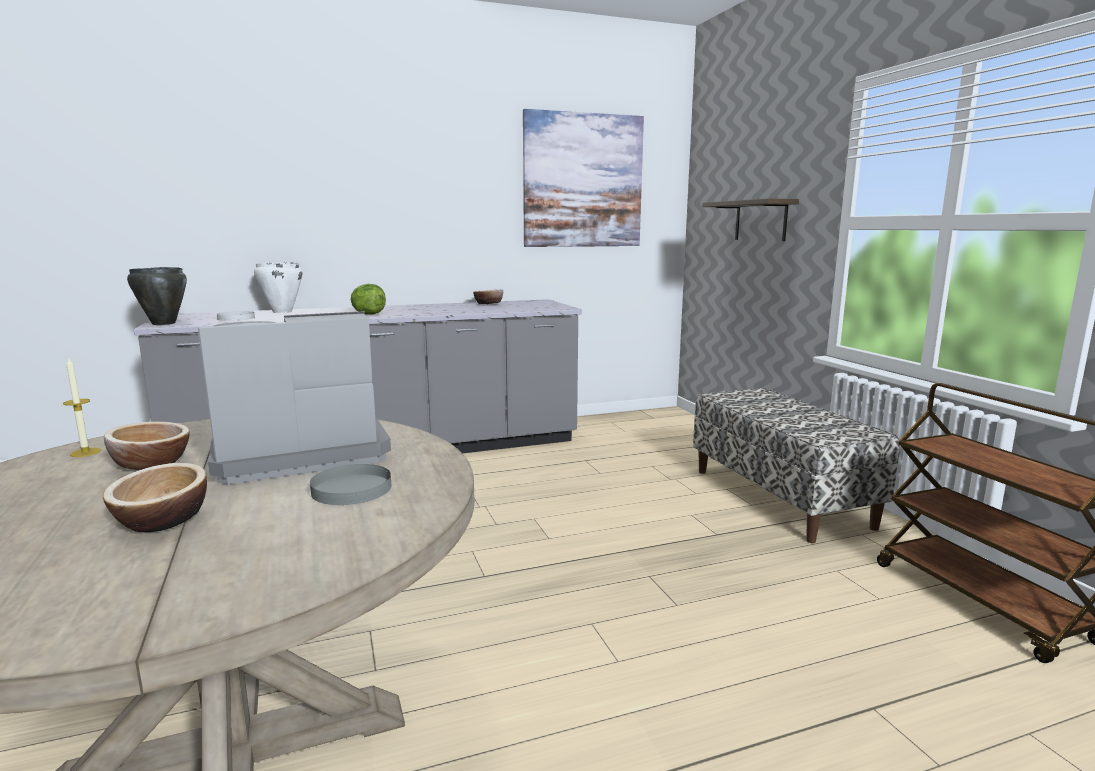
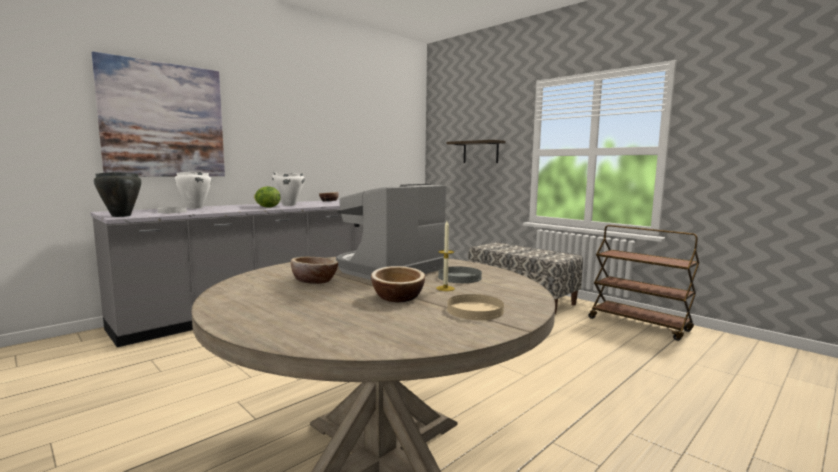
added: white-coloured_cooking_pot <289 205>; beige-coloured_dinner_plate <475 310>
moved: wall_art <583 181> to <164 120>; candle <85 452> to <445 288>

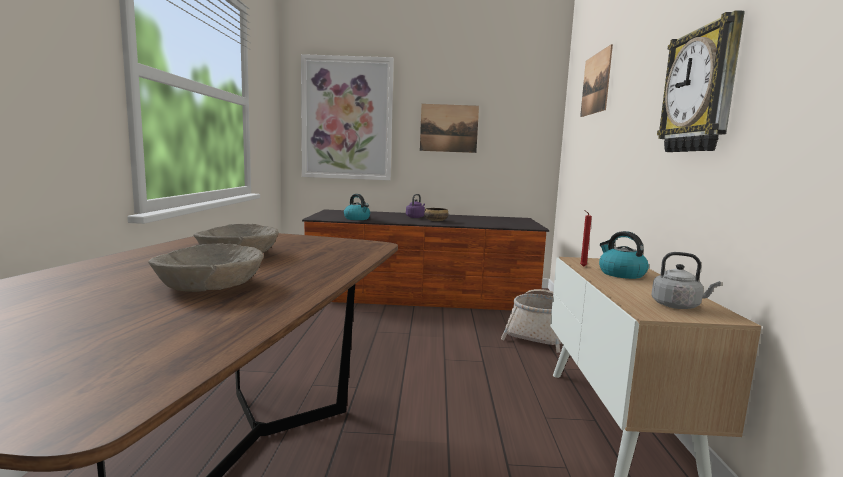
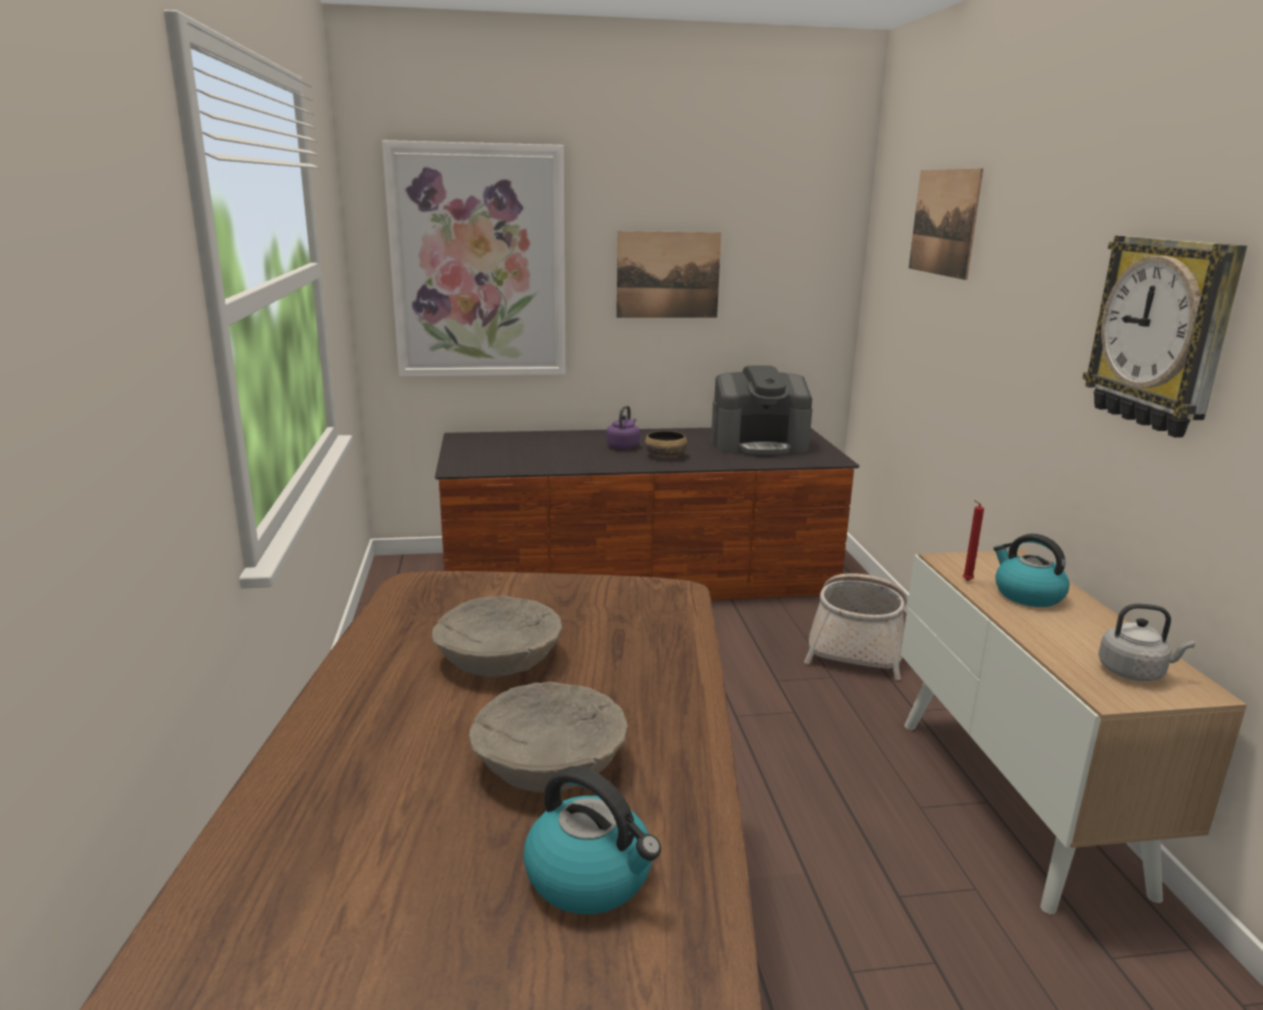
added: coffee_brewer <759 444>
moved: tea_kettle <357 219> to <591 877>

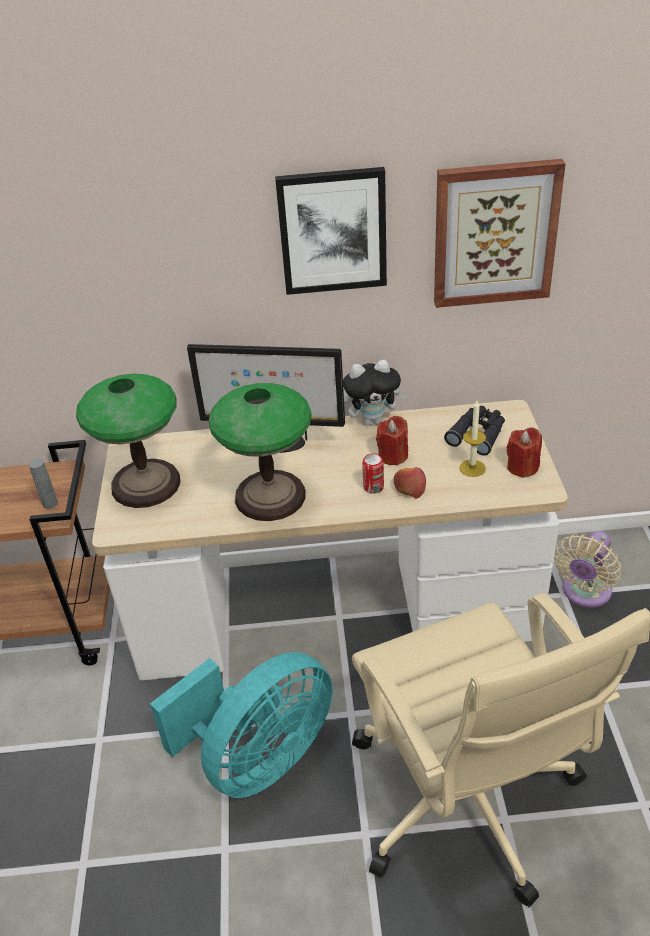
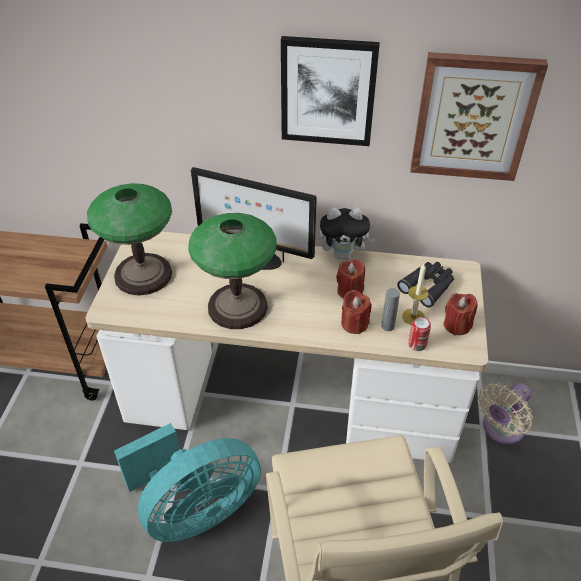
moved: greyish_drink_bottle <50 503> to <387 326>; sealed_can <373 487> to <417 344>
replaced: apple_fruit <409 488> to red_candle <354 324>

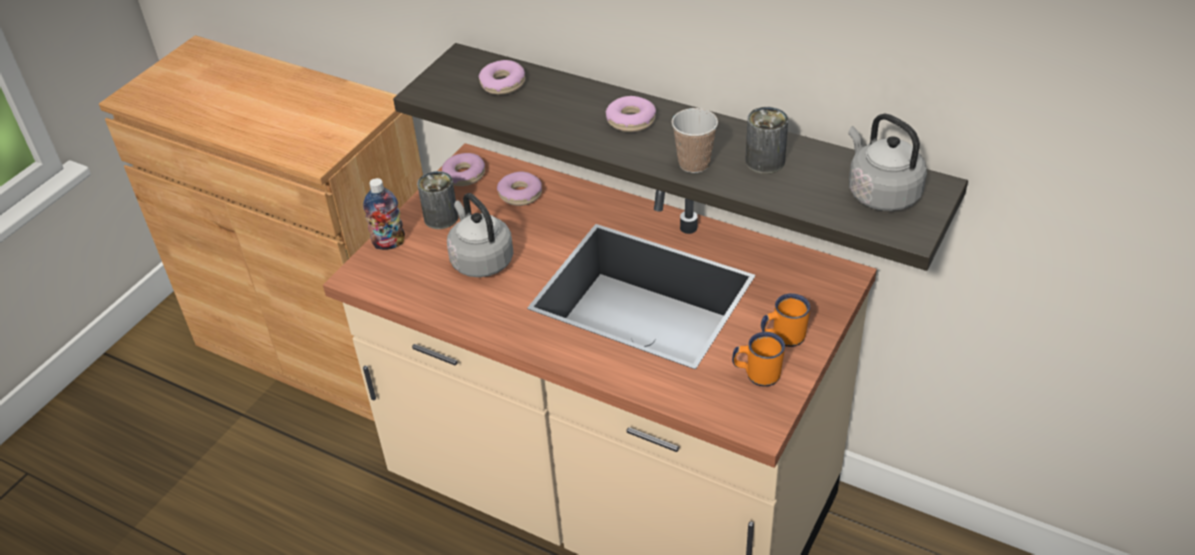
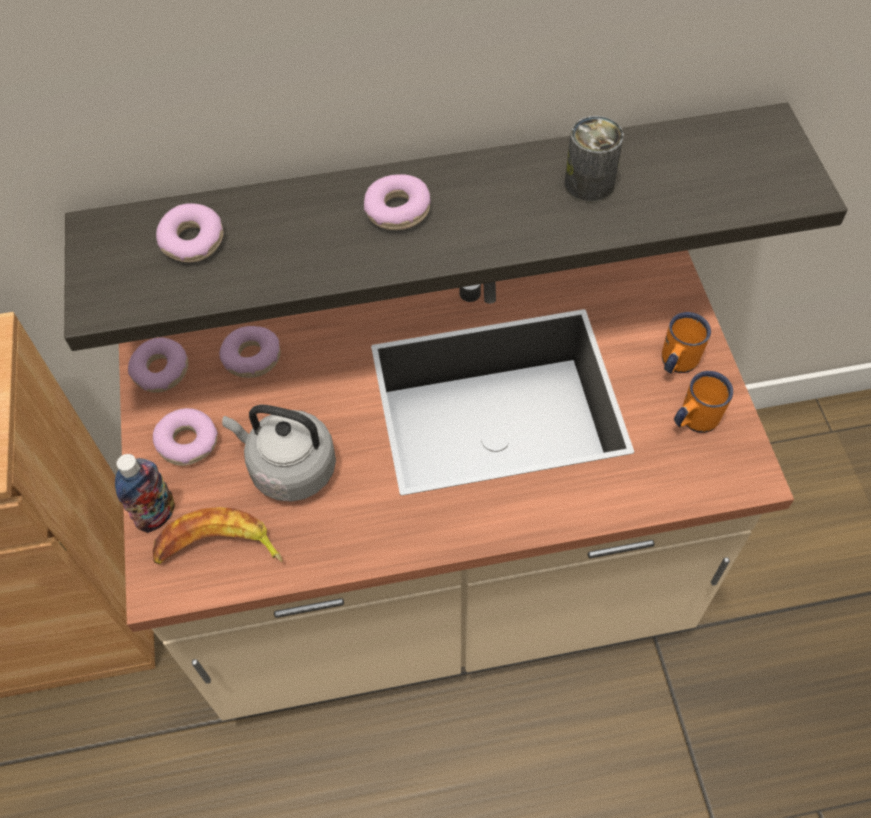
removed: cup <694 164>; greyish_tea_kettle <880 193>
added: banana <218 549>
replaced: sealed_can <441 218> to ring_doughnut <188 442>

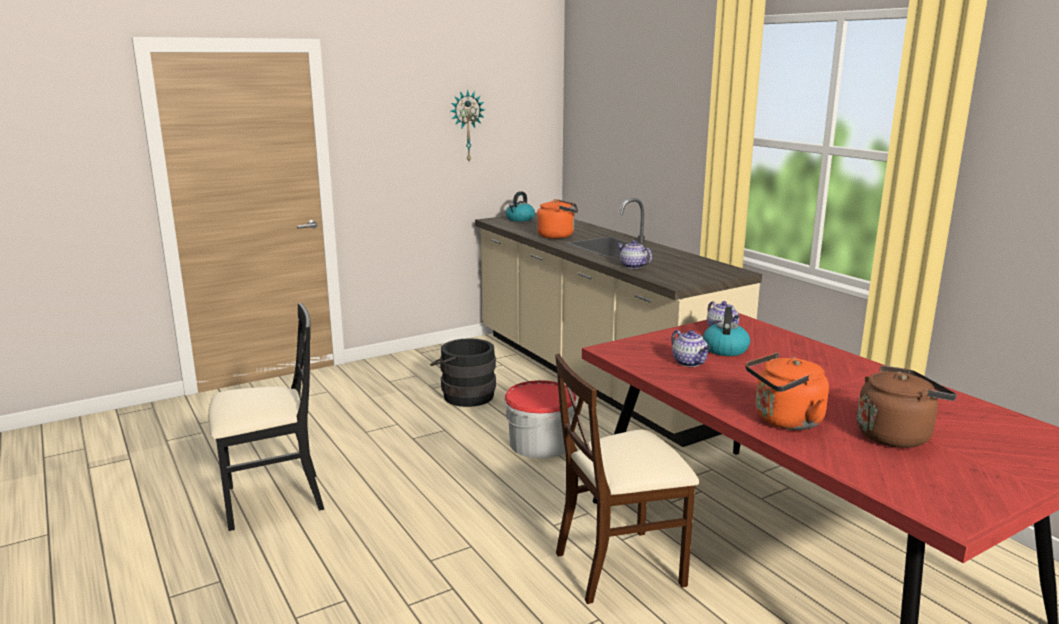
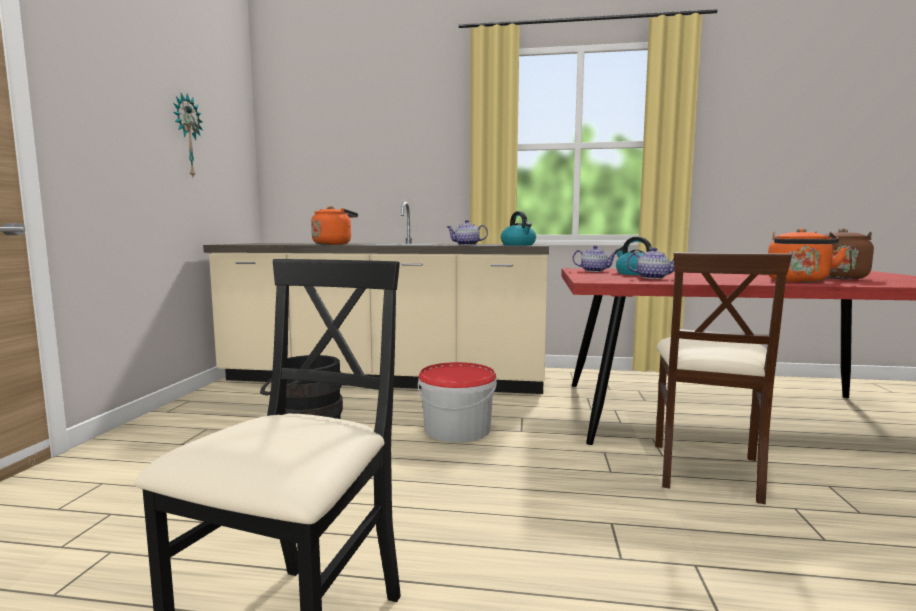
moved: tea_kettle <520 219> to <518 245>

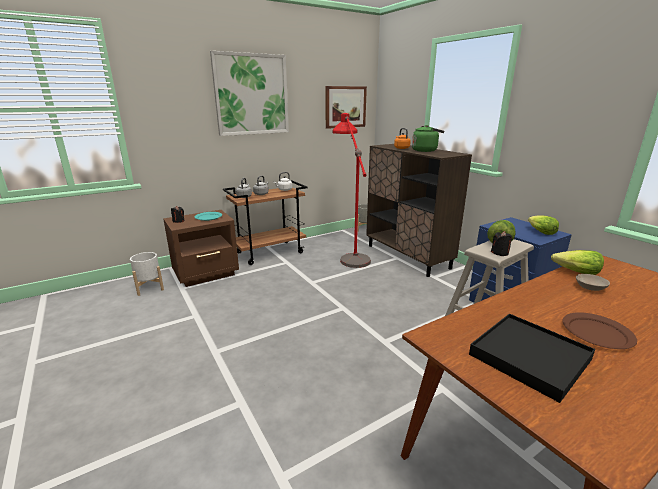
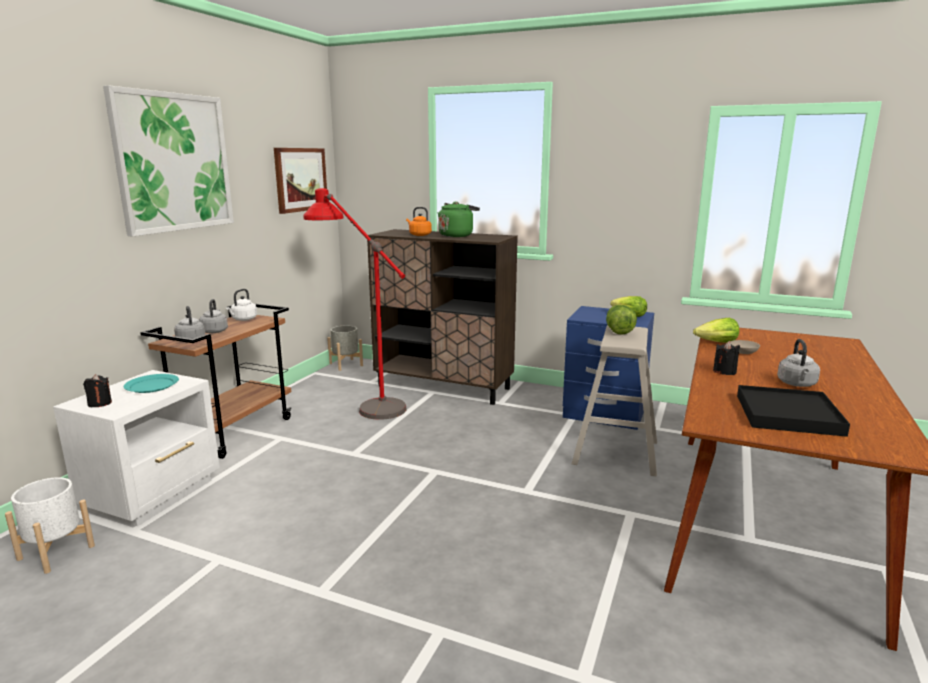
moved: black_candle <500 253> to <724 371>
replaced: brown-coloured_dinner_plate <597 333> to greyish_tea_kettle <797 384>
recoloured: brown-coloured_nightstand <207 274> to white-coloured_nightstand <155 494>

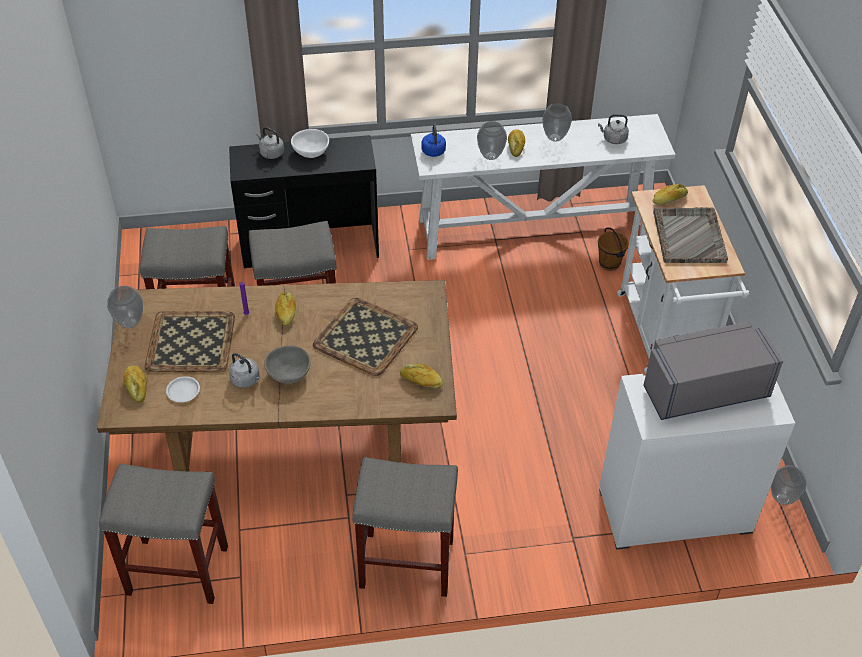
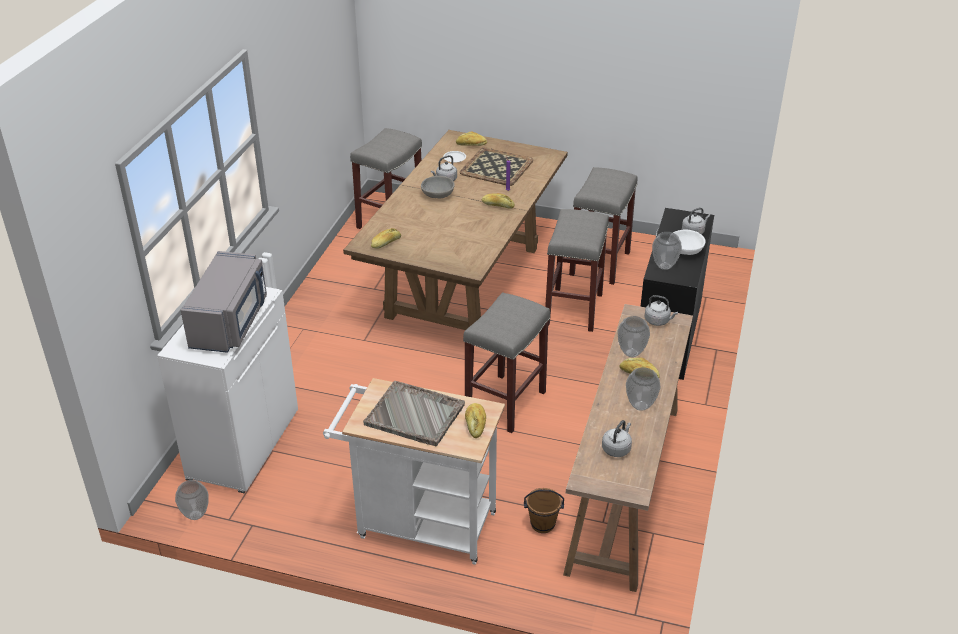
removed: tray <365 336>
moved: greyish_stool <405 564> to <505 402>; flower_vase <130 323> to <664 266>
recoloured: white-coloured_console_table <534 229> to brown-coloured_console_table <624 487>; blue-coloured_tea_kettle <433 150> to greyish_tea_kettle <658 321>

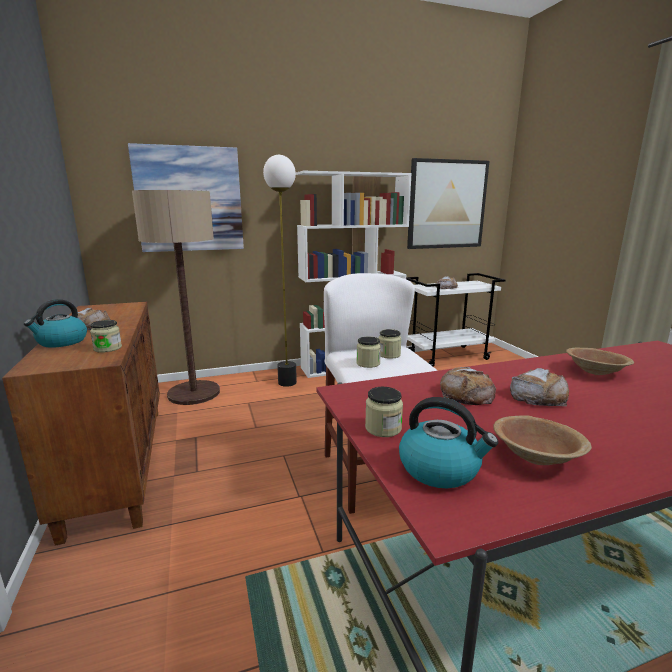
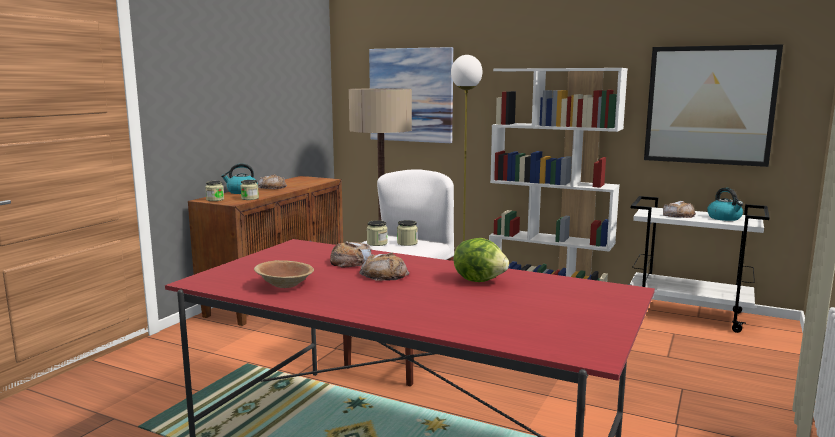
moved: jar <383 428> to <215 199>; tea_kettle <440 469> to <725 218>
replaced: brown-coloured_serving_bowl <595 371> to lettuce_head <479 280>

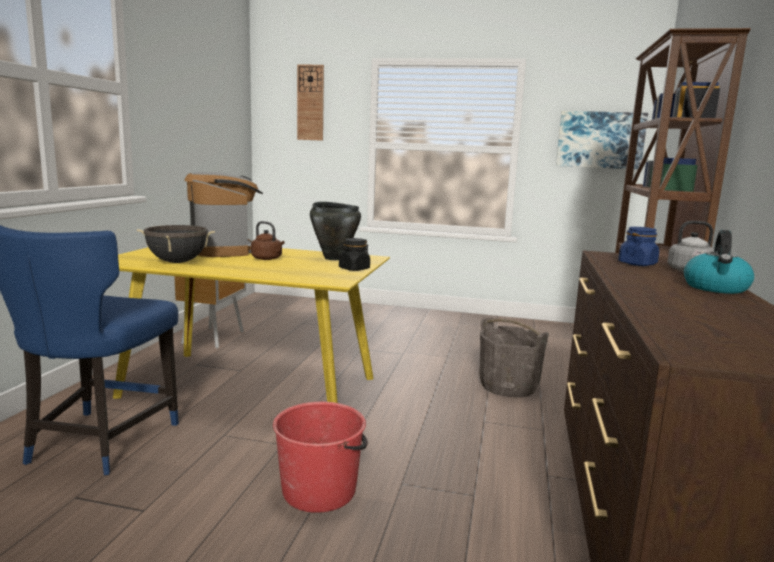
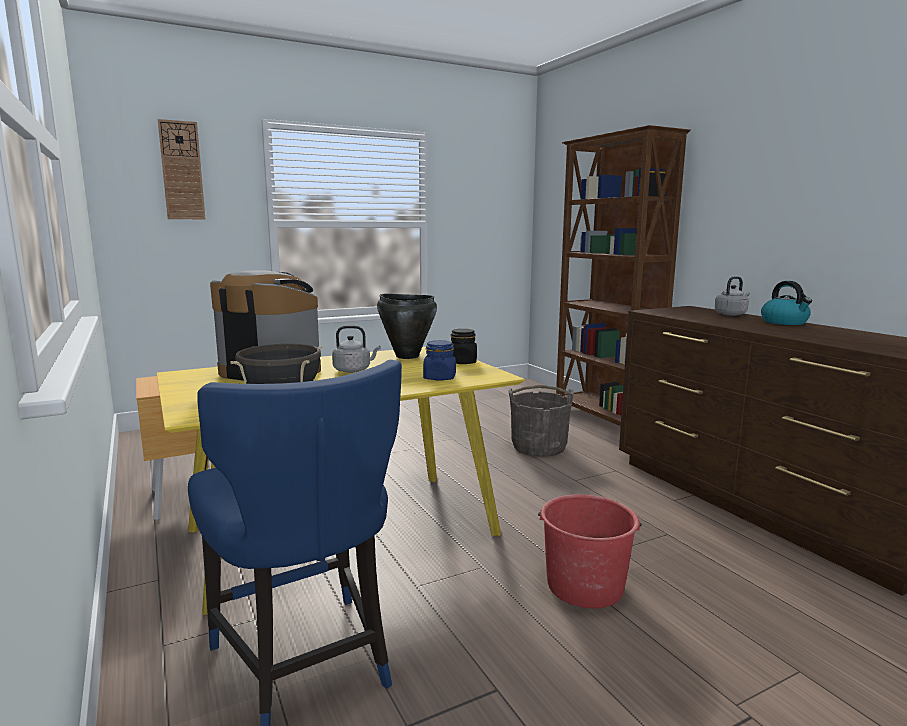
removed: wall_art <600 140>
moved: blue-coloured_jar <637 264> to <439 378>
recoloured: brown-coloured_tea_kettle <268 259> to greyish_tea_kettle <354 370>

